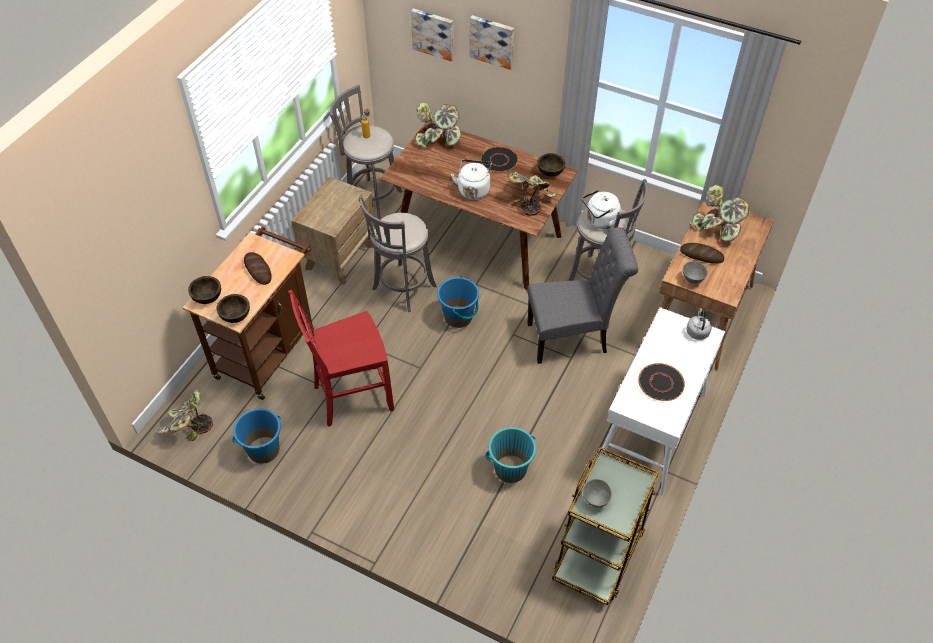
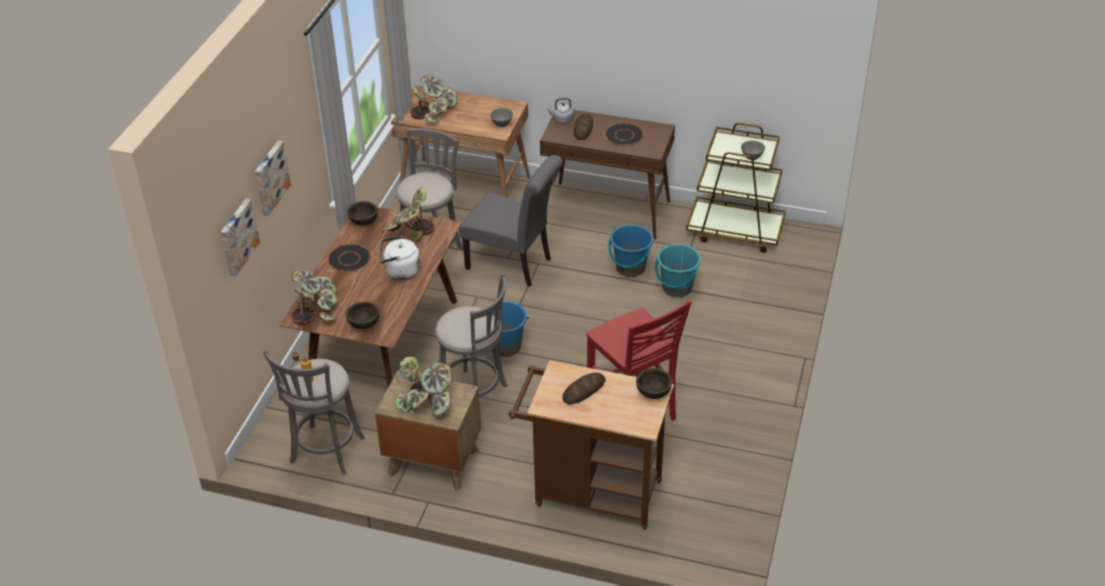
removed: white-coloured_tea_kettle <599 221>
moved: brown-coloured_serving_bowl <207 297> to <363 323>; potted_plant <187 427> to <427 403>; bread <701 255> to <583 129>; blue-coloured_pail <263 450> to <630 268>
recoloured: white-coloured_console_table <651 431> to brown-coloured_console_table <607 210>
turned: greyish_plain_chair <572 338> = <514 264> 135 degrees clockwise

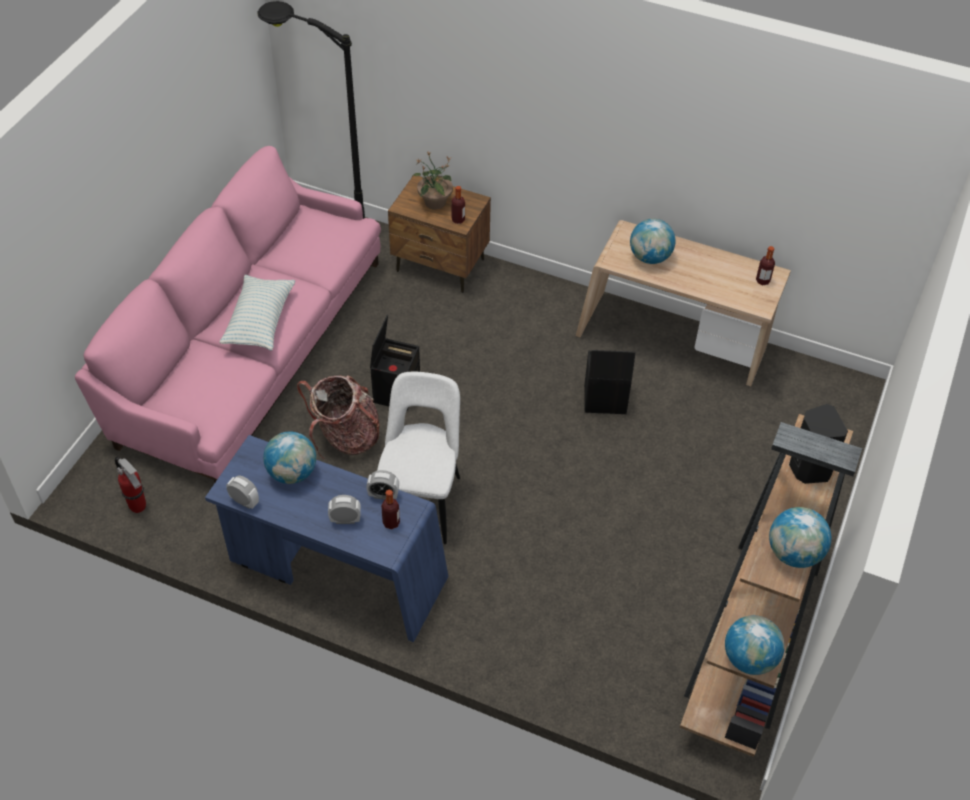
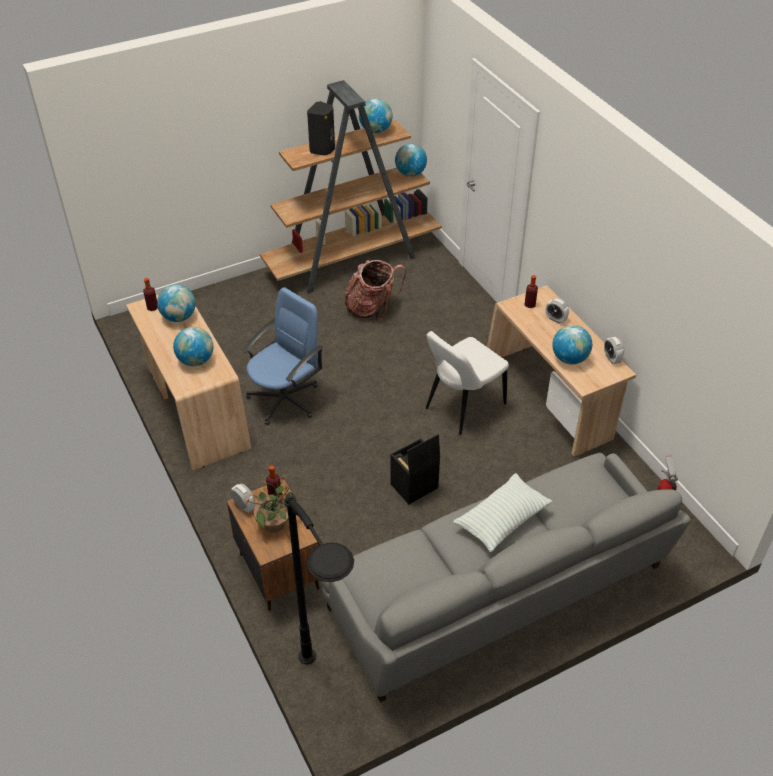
added: desk_globe <179 317>
moved: alarm_clock <383 495> to <244 506>; backpack <346 437> to <372 308>
replaced: black_storage_container <604 400> to blue-coloured_computer_chair <285 399>
recoloured: pinkish_couch <250 348> to greyish_couch <497 591>; blue-coloured_desk_unit <335 572> to beige-coloured_desk_unit <549 399>

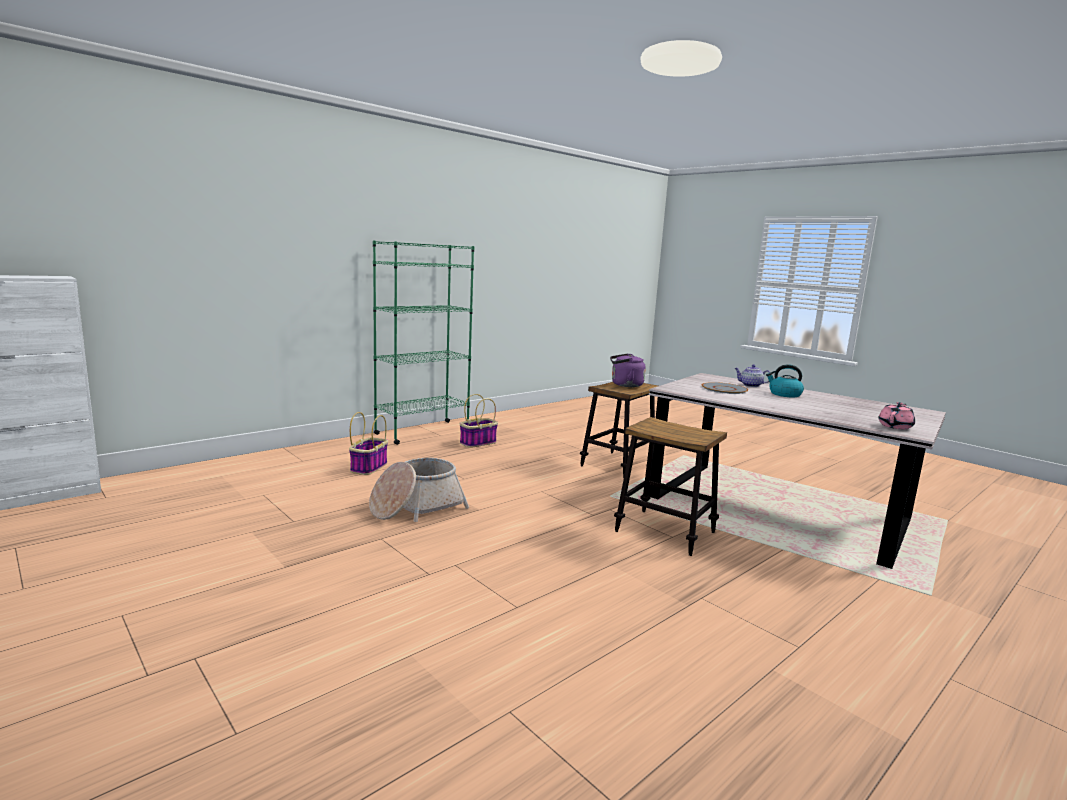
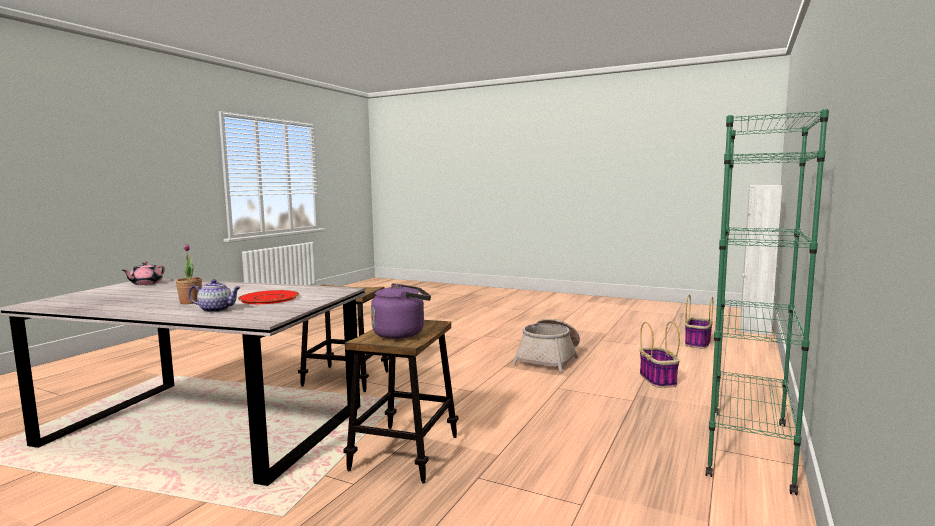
moved: storage_basket <478 443> to <697 343>
replaced: tea_kettle <784 394> to potted_plant <190 302>
recoloured: greyish_dinner_plate <724 389> to red_dinner_plate <269 298>

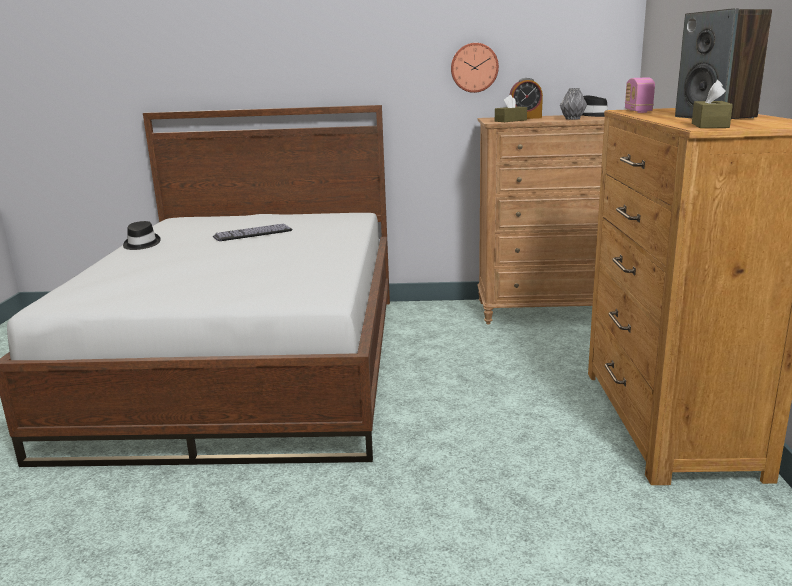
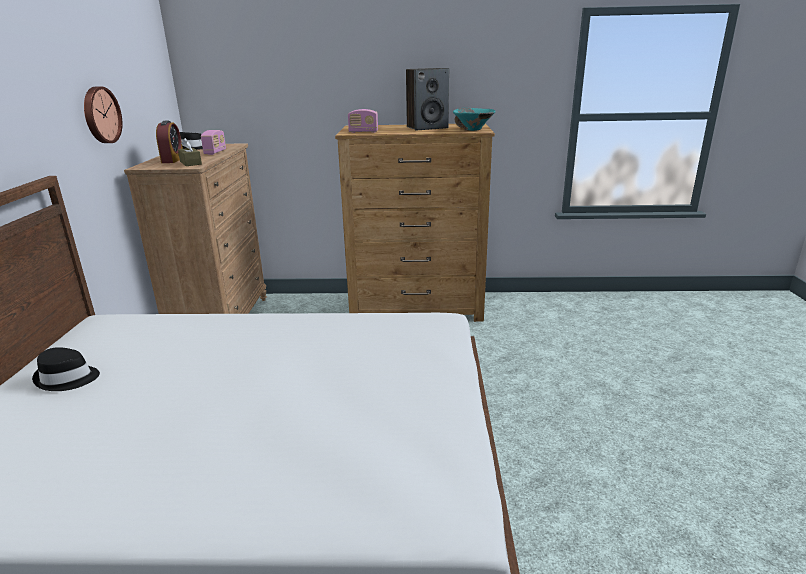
removed: keyboard <252 232>
moved: black_clothing_hat <141 244> to <67 378>
replaced: greyish_flower_vase <573 119> to radio_receiver <215 152>; brown-coloured_tissue_holder <709 125> to turquoise_serving_bowl <473 130>

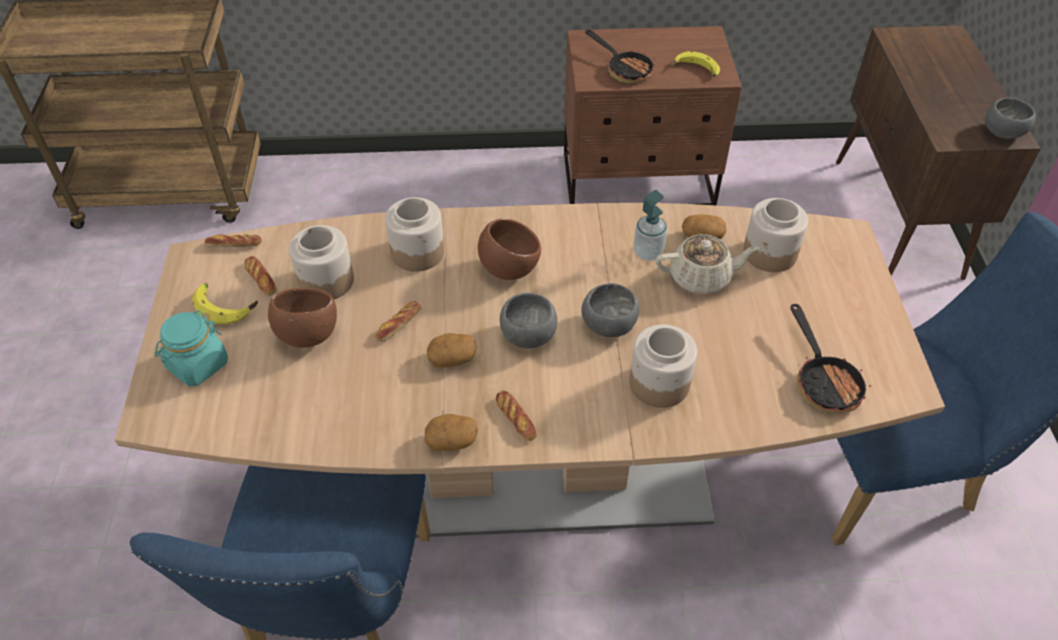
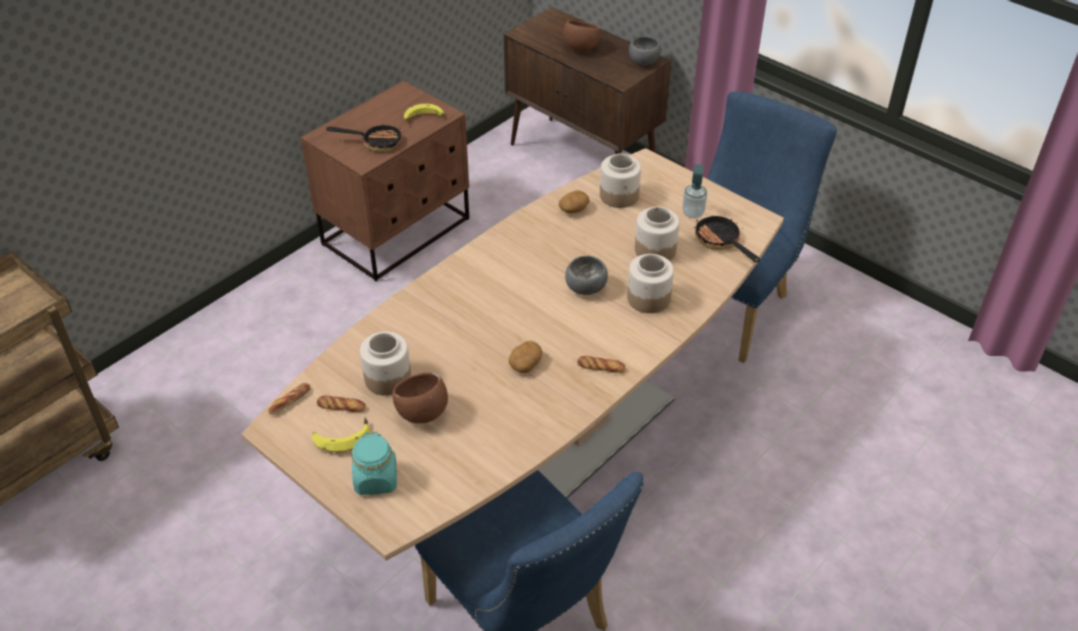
removed: bread <399 324>; potato <452 440>; greyish_serving_bowl <527 335>; beige-coloured_teapot <701 278>
moved: brown-coloured_serving_bowl <508 269> to <580 48>; jar <418 252> to <655 250>; liquid_soap_bottle <648 252> to <693 213>
turned: skillet <823 381> = <721 242> 150 degrees counterclockwise

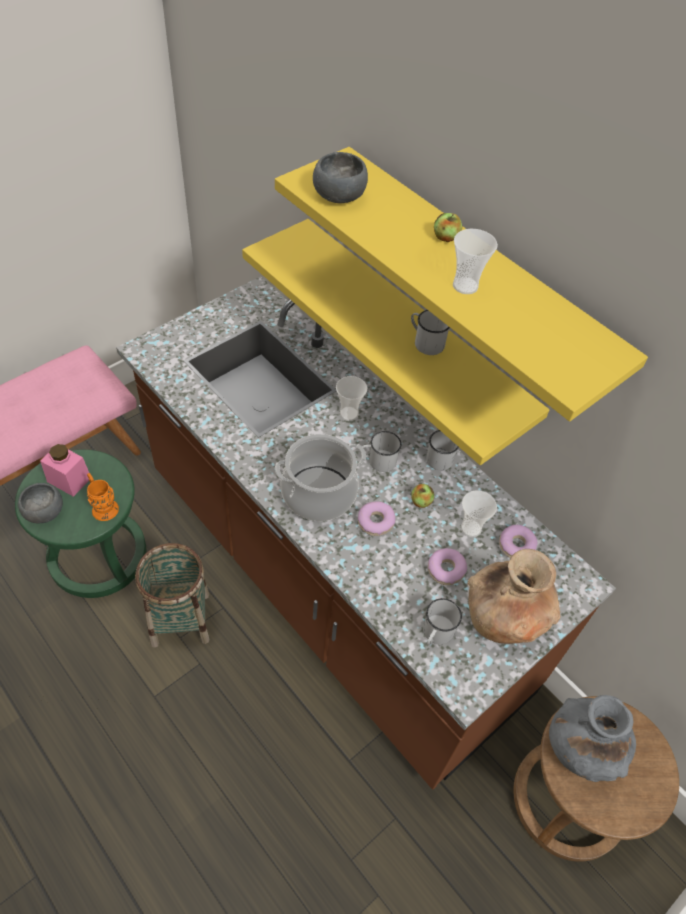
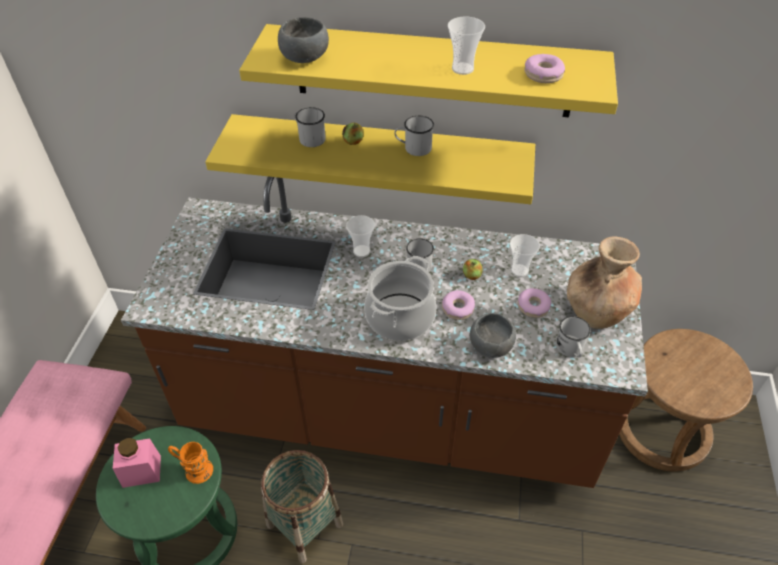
removed: greyish_flower_vase <580 749>
moved: white-coloured_mug <438 456> to <309 137>; apple_fruit <445 238> to <353 142>; greyish_serving_bowl <43 512> to <489 346>; ring_doughnut <516 545> to <543 74>

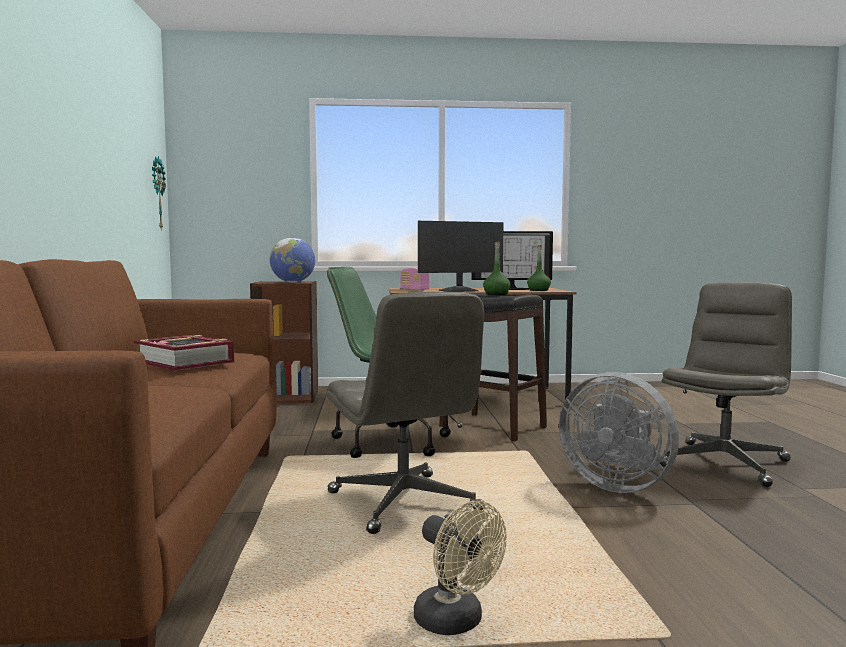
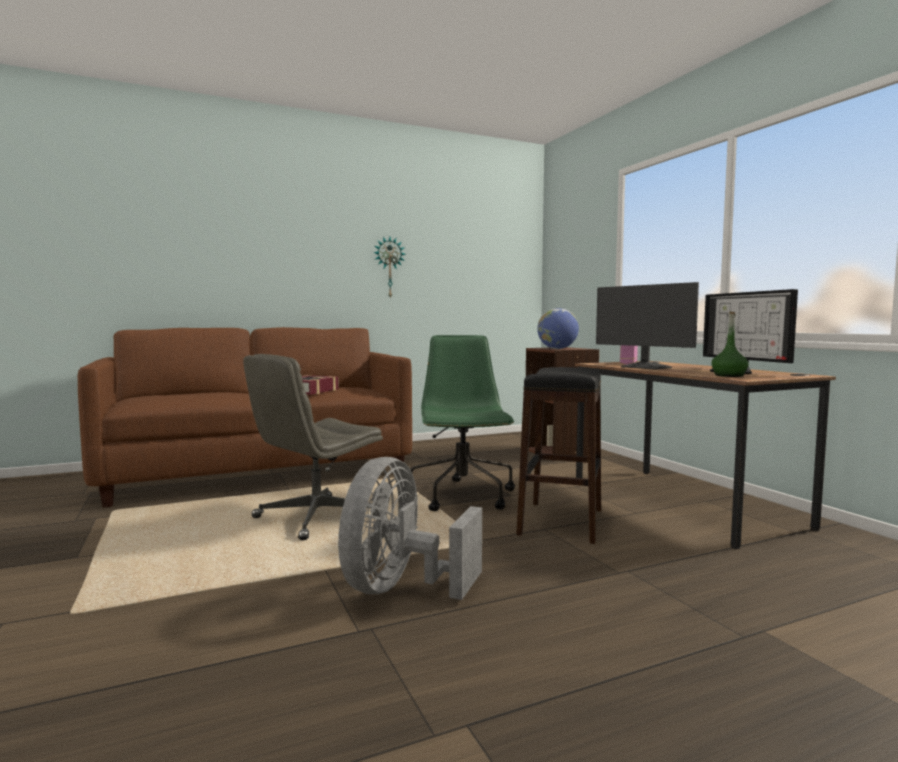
removed: beige-coloured_fan <456 623>; green-coloured_drink_bottle <496 294>; greyish_computer_chair <724 463>
moved: hanging_clock <156 193> to <389 267>

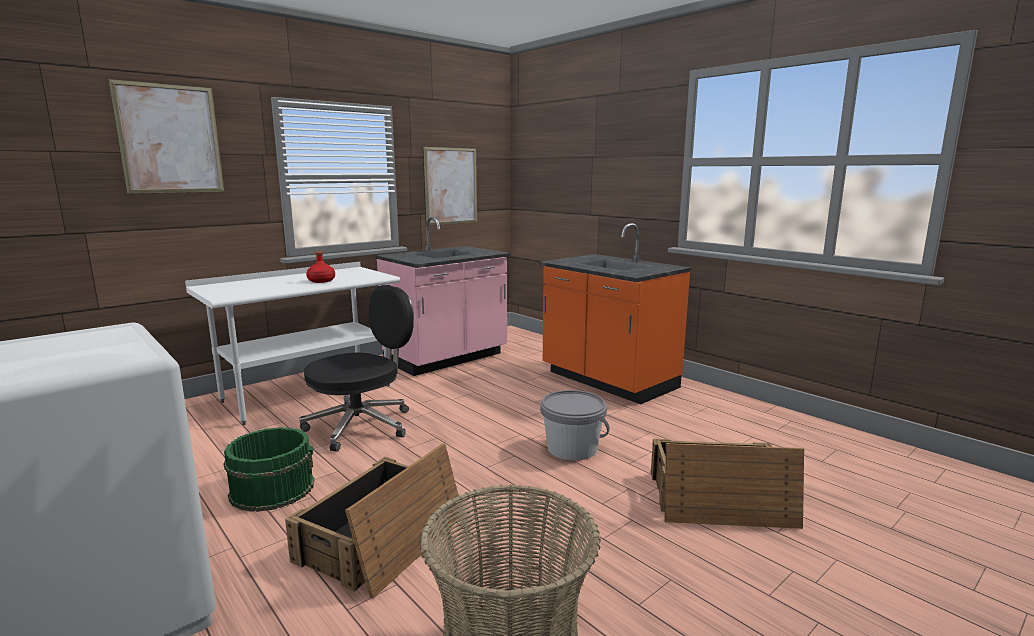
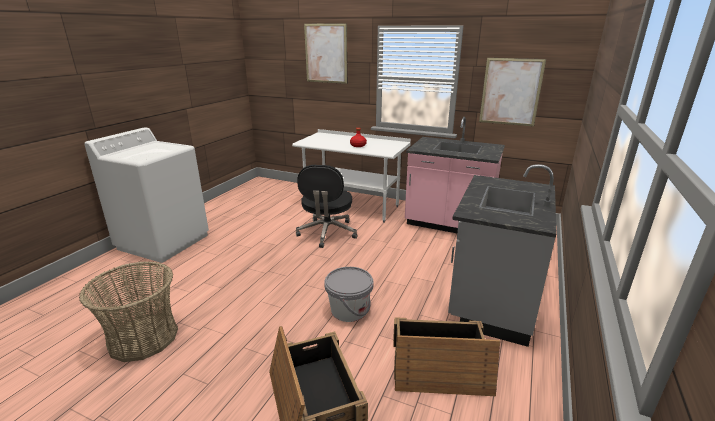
removed: green-coloured_pail <273 488>
moved: packing_crate <382 539> to <439 367>
recoloured: orangey_counter <608 381> to greyish_counter <491 300>
turned: black_computer_chair <362 425> = <327 233> 75 degrees clockwise

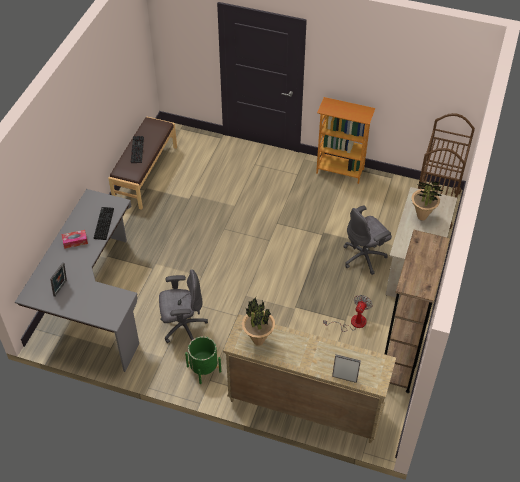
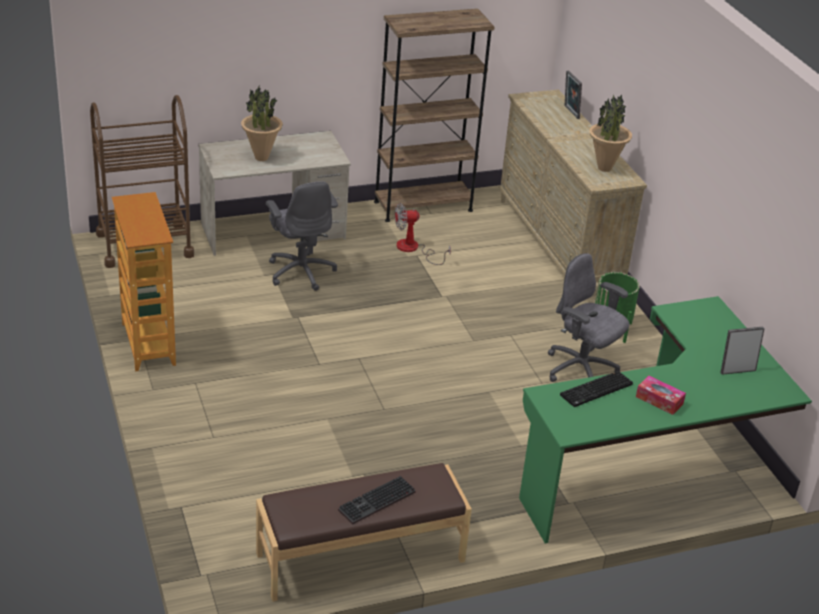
recoloured: greyish_desk_unit <92 303> to green-coloured_desk_unit <655 470>
turned: greyish_computer_chair <364 257> = <301 271> 45 degrees clockwise

